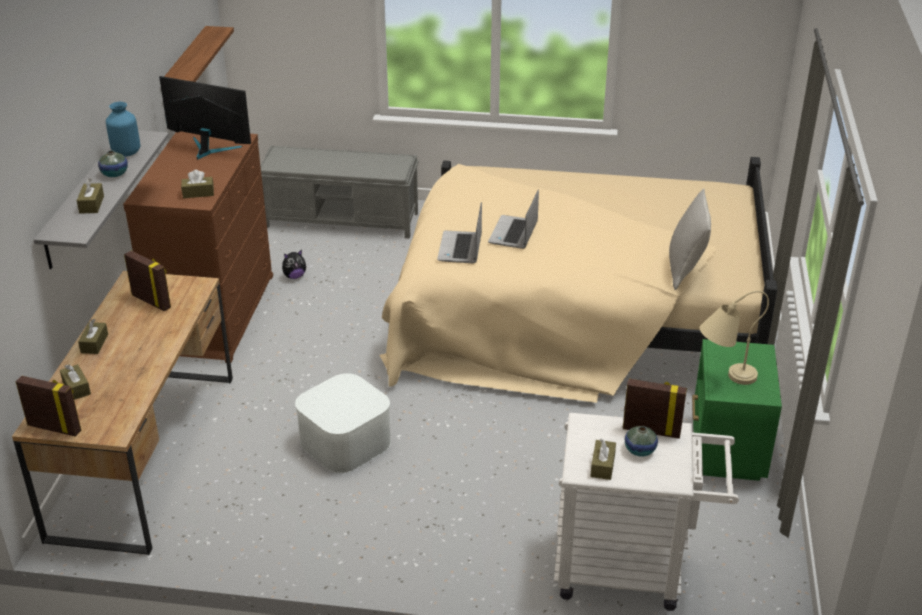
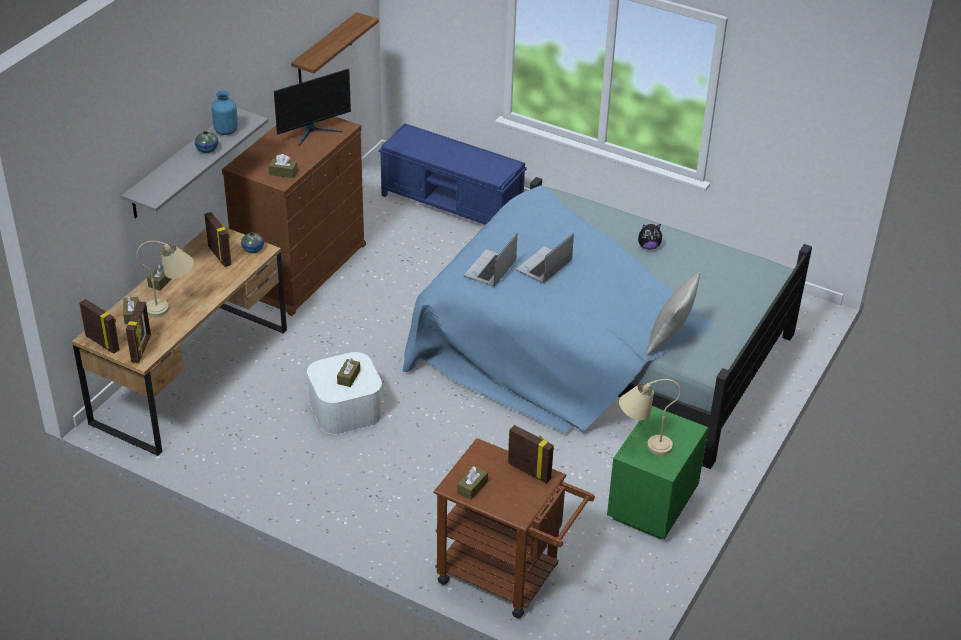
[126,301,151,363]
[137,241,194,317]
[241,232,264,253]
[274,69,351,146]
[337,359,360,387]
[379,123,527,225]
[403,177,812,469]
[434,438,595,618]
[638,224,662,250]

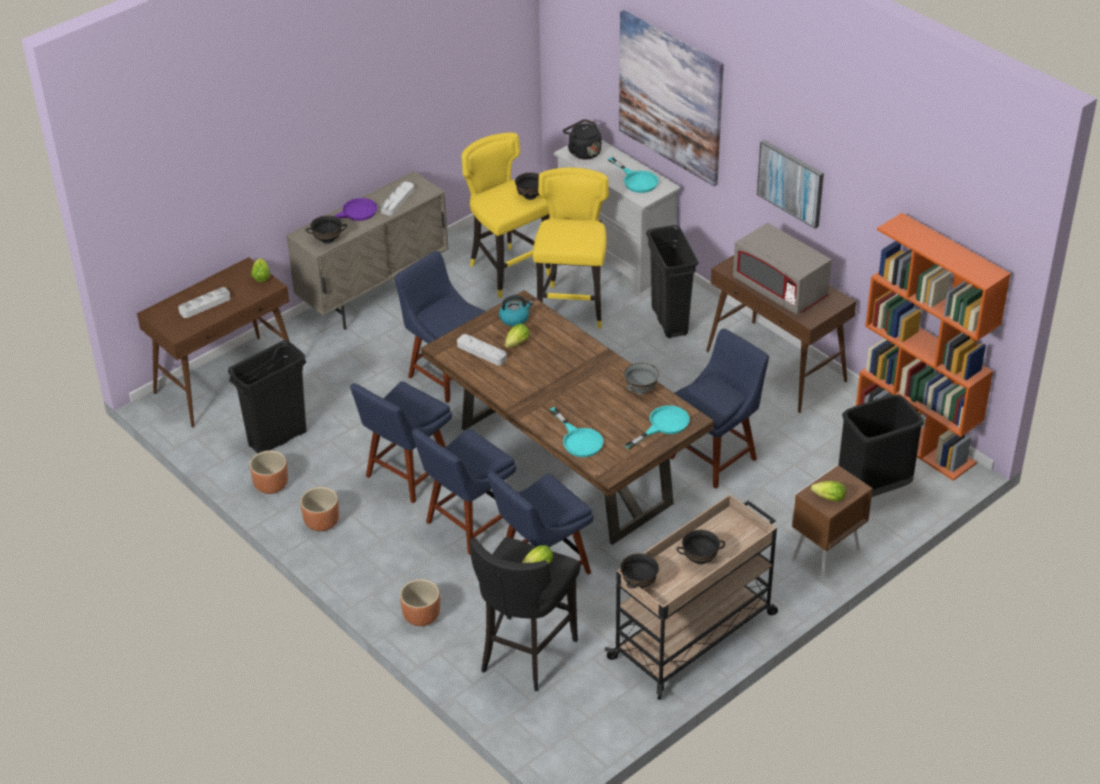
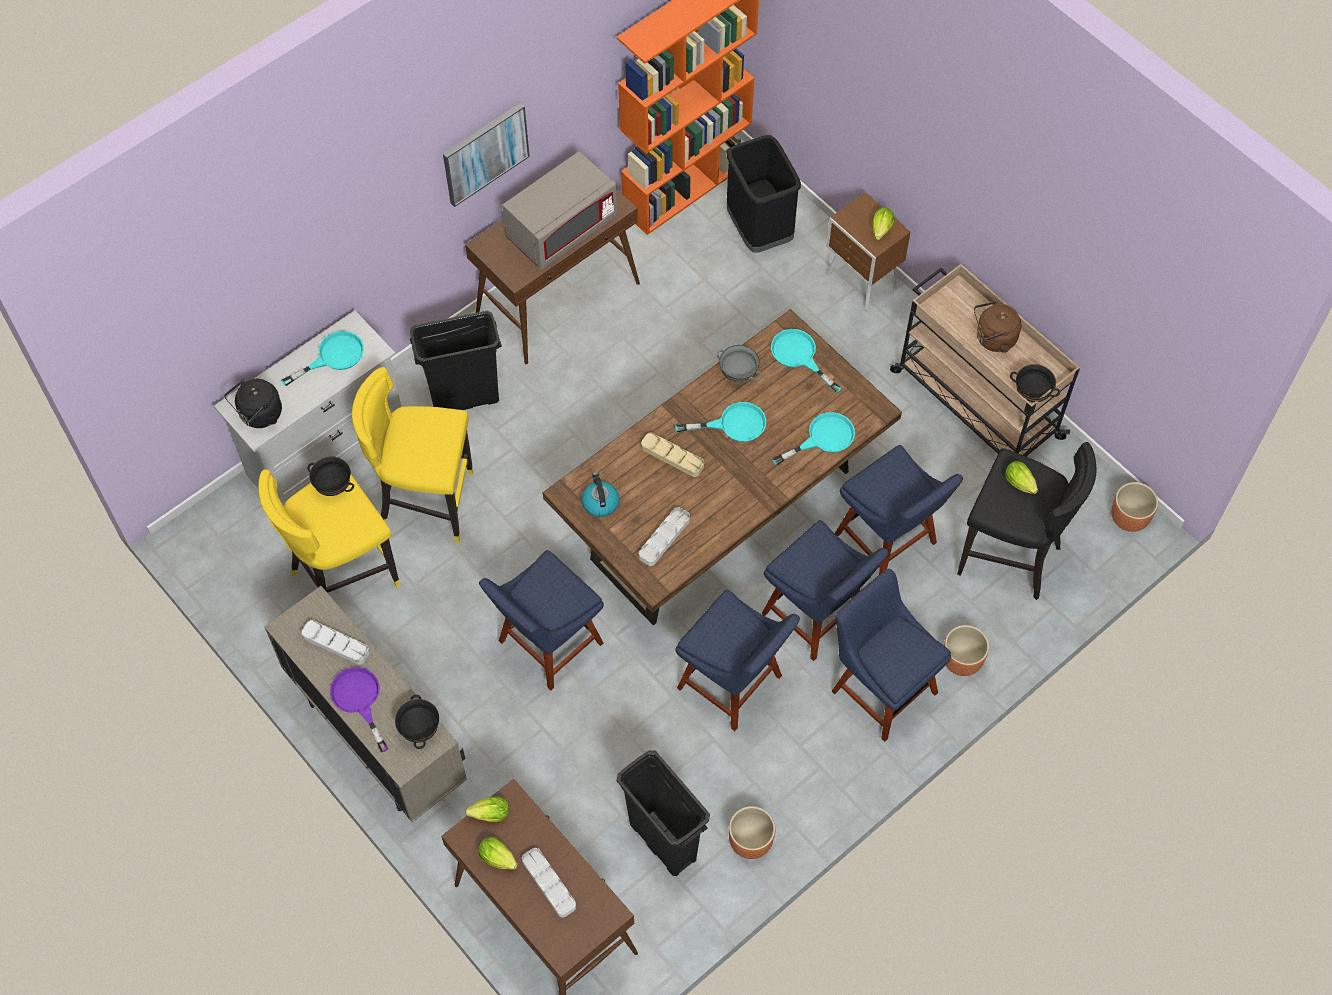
[478,837,518,870]
[641,432,704,477]
[675,402,766,442]
[831,569,951,742]
[974,301,1021,353]
[1111,482,1158,532]
[619,10,724,187] (first image)

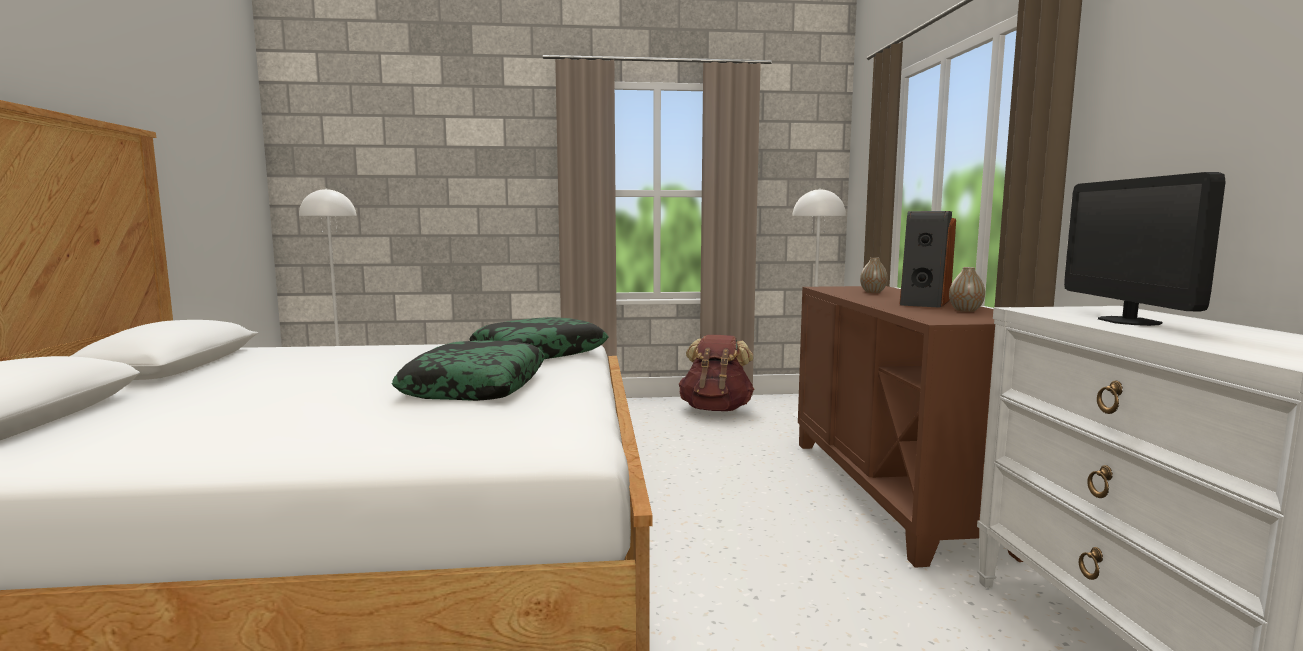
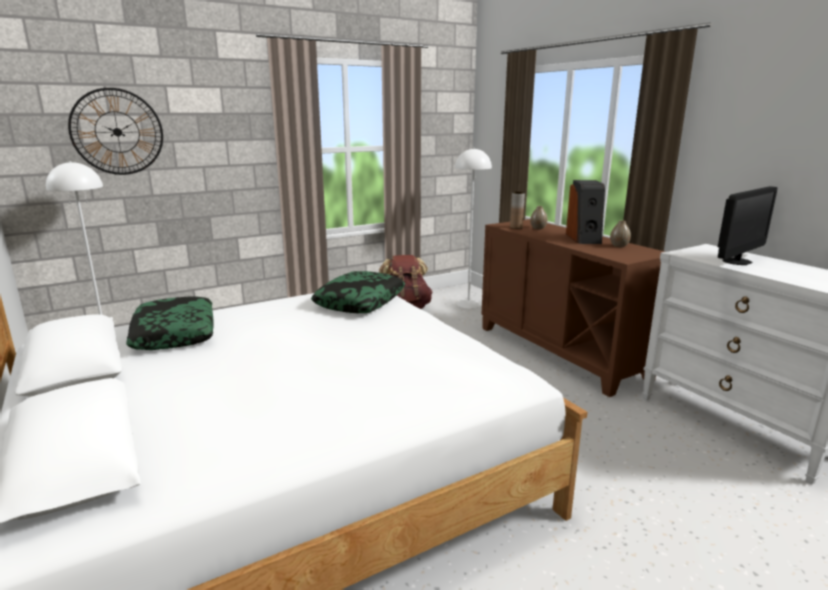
[68,88,163,175]
[126,296,214,350]
[510,192,525,229]
[718,186,777,265]

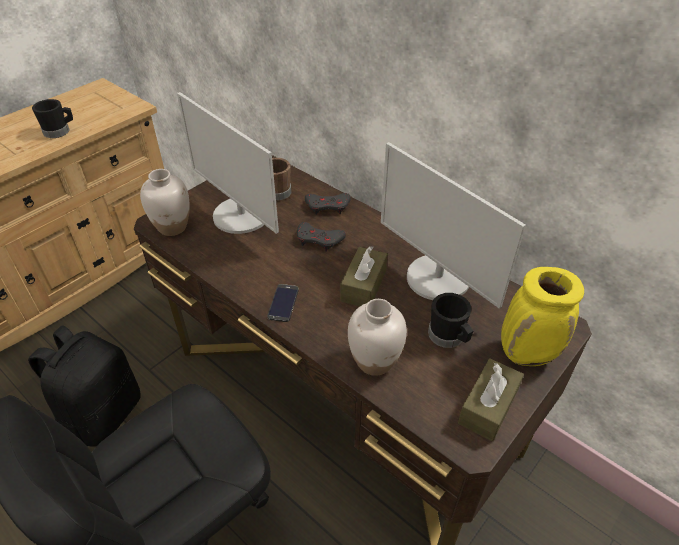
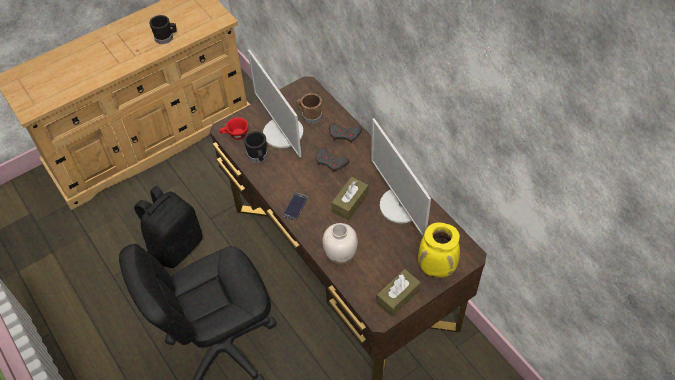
[220,117,248,140]
[244,131,268,163]

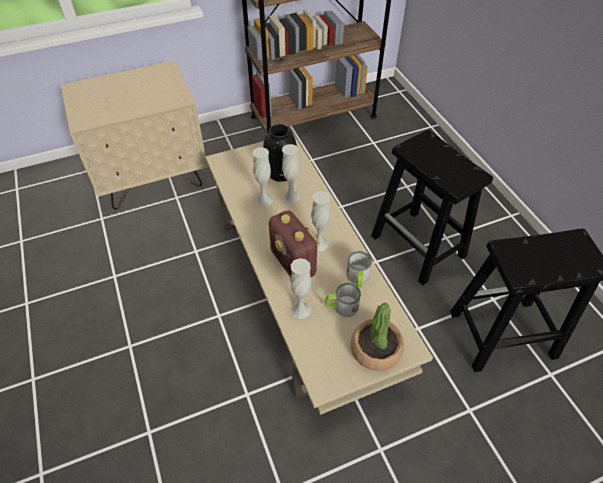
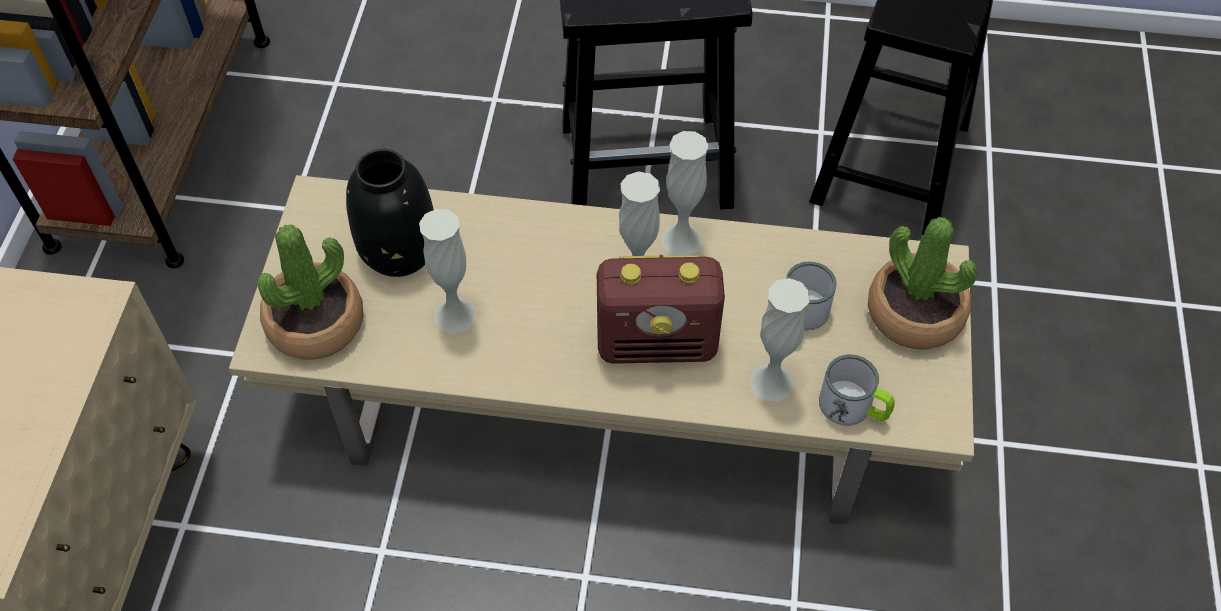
[258,225,363,359]
[662,131,709,256]
[819,354,895,426]

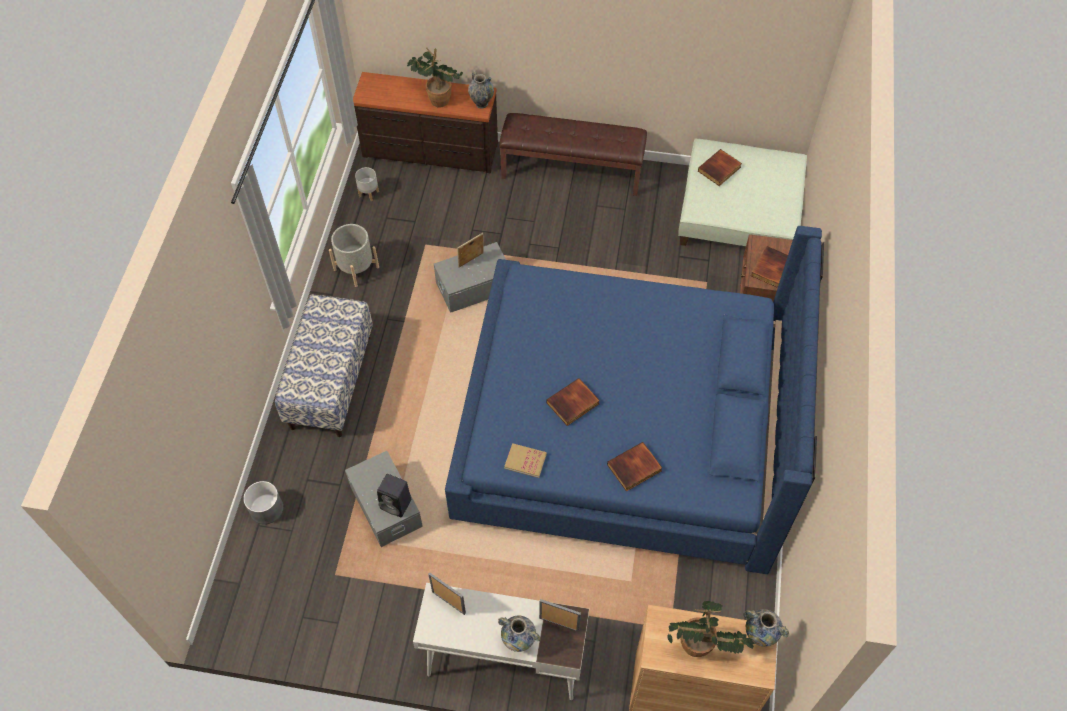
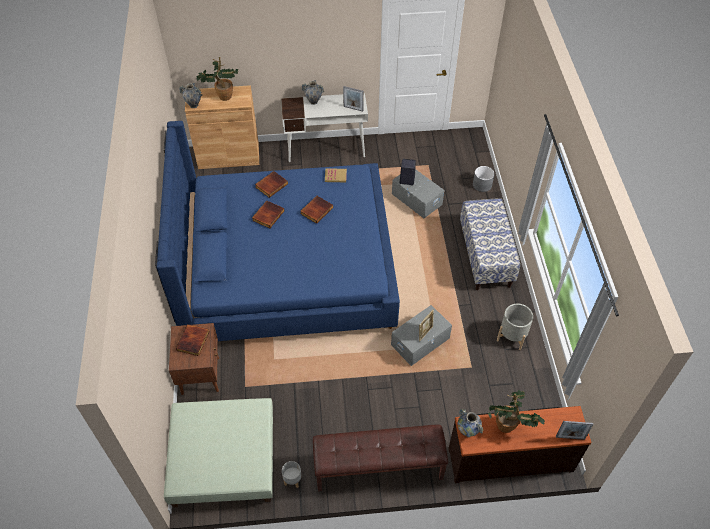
[252,201,284,228]
[282,461,302,488]
[556,421,593,440]

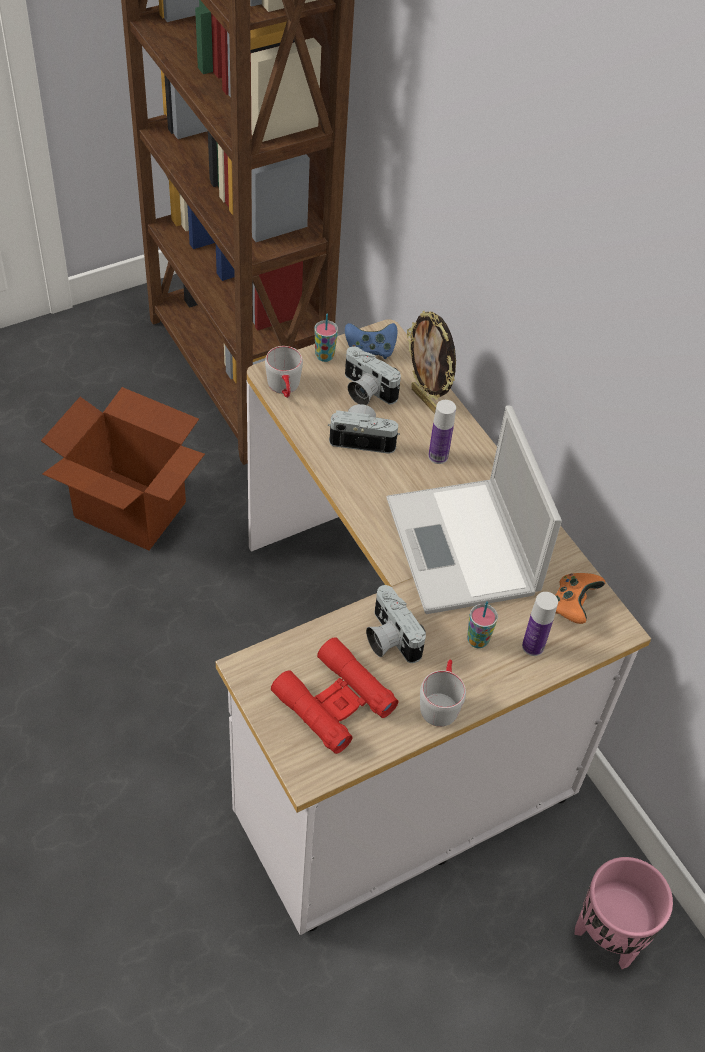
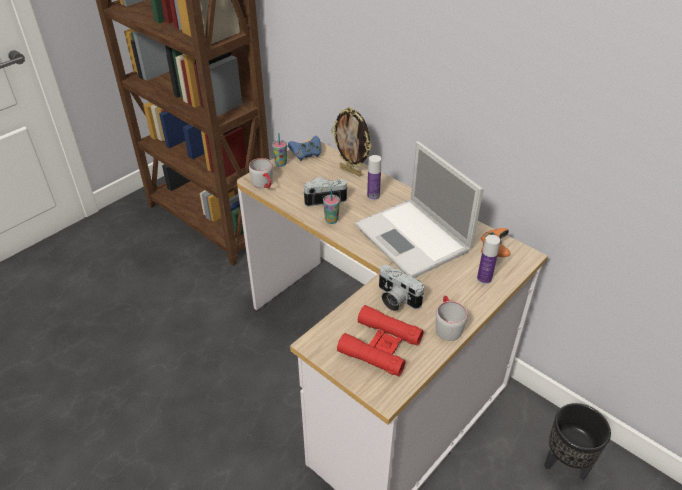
[323,188,340,224]
[544,403,611,480]
[41,387,205,550] (first image)
[345,346,401,405] (first image)

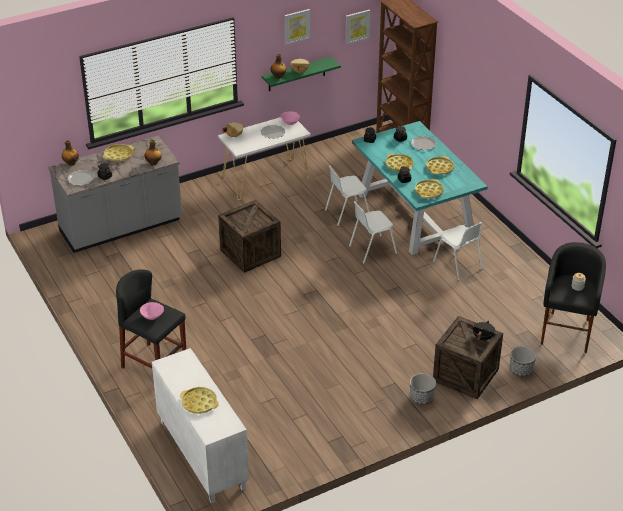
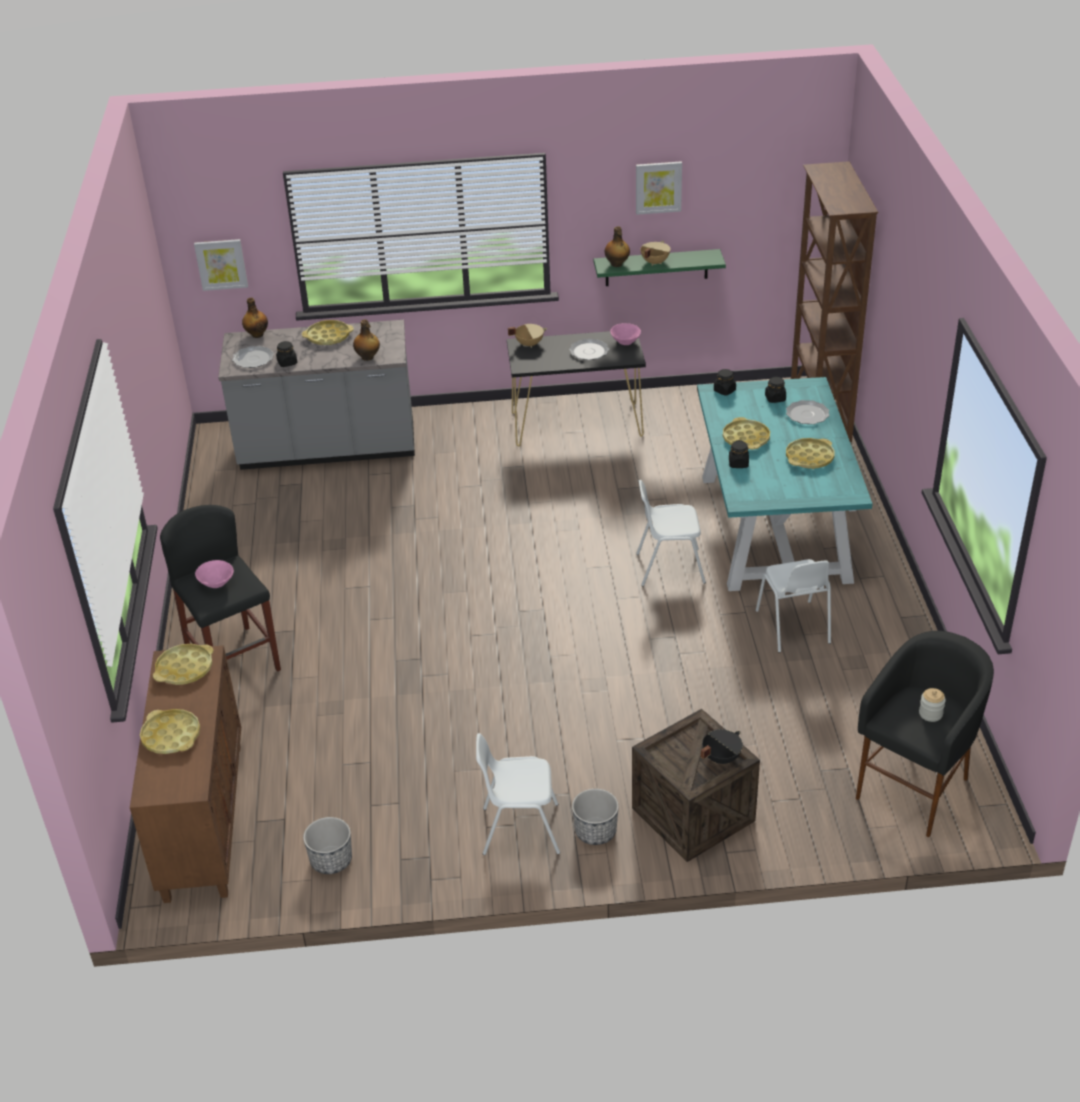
[130,645,241,903]
[153,644,214,685]
[194,239,248,291]
[303,817,352,874]
[476,733,560,855]
[507,331,646,447]
[218,200,281,273] (first image)

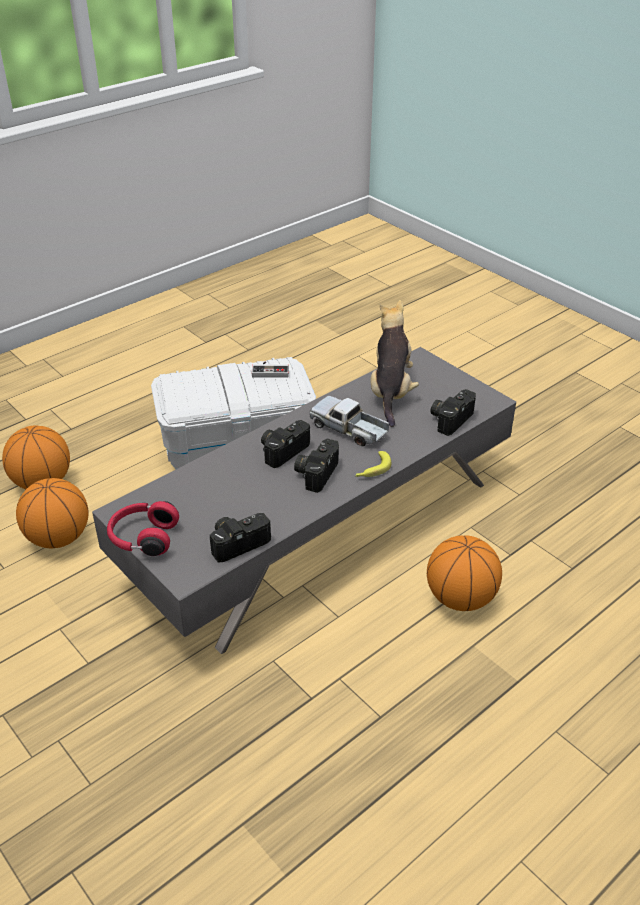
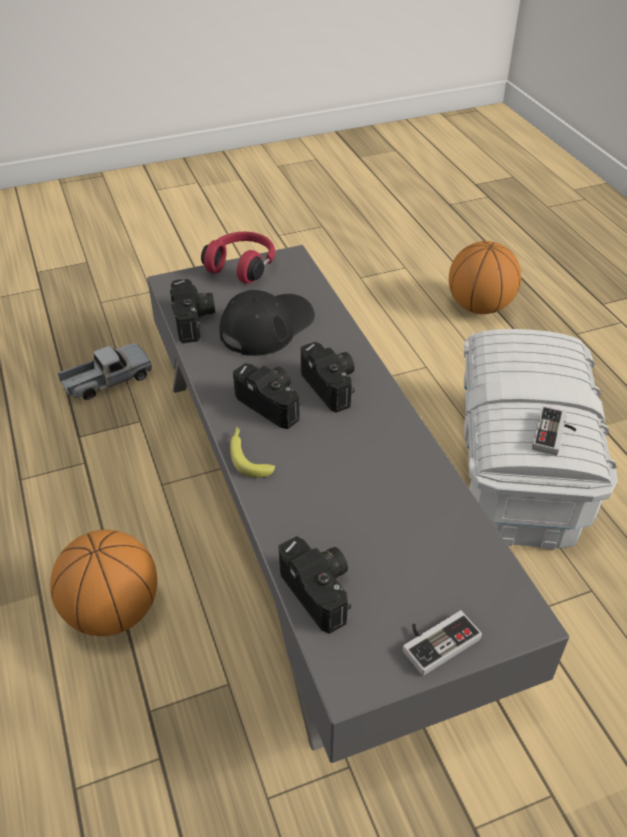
[58,343,152,400]
[219,290,315,356]
[403,610,482,676]
[16,478,89,548] (first image)
[370,300,419,427] (first image)

